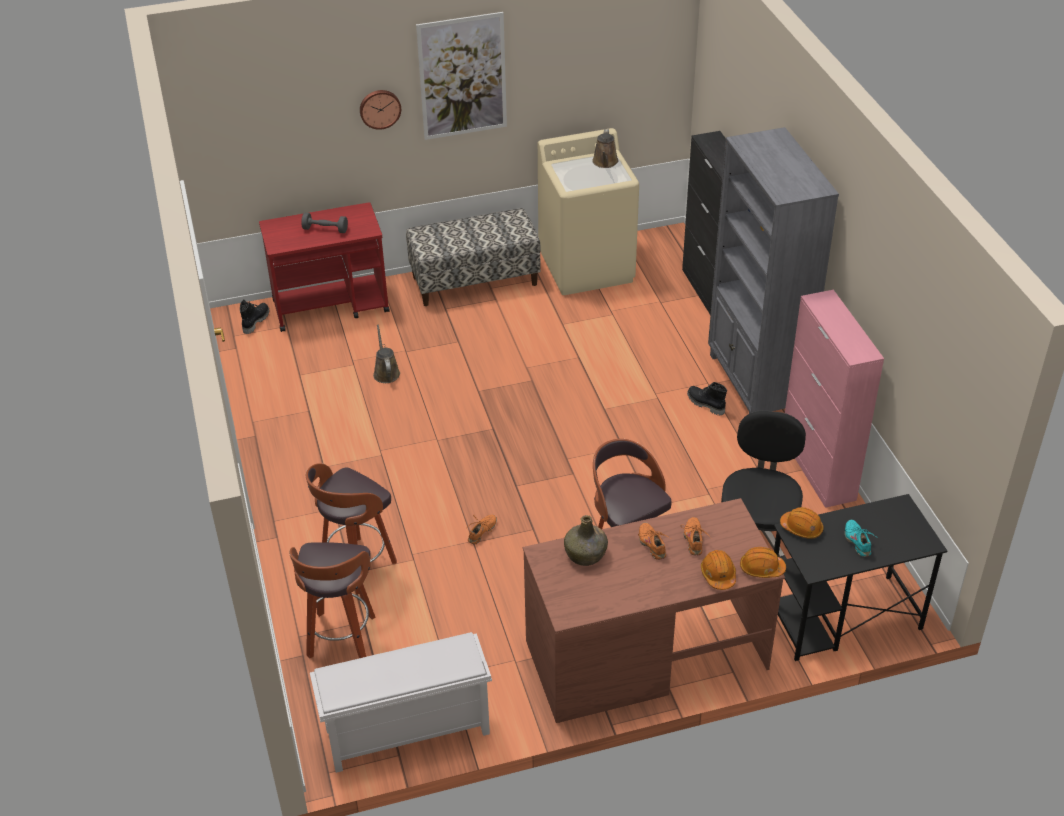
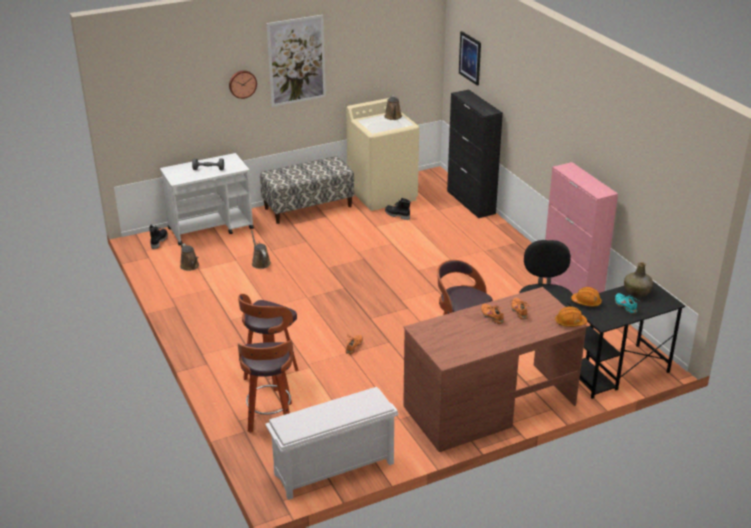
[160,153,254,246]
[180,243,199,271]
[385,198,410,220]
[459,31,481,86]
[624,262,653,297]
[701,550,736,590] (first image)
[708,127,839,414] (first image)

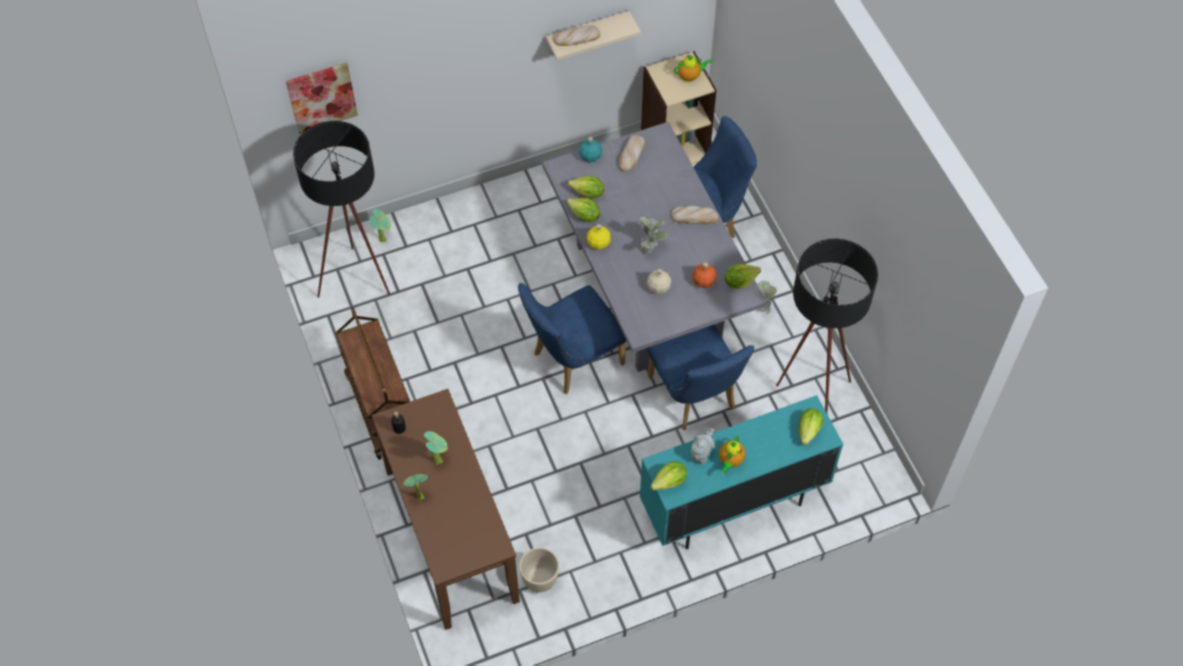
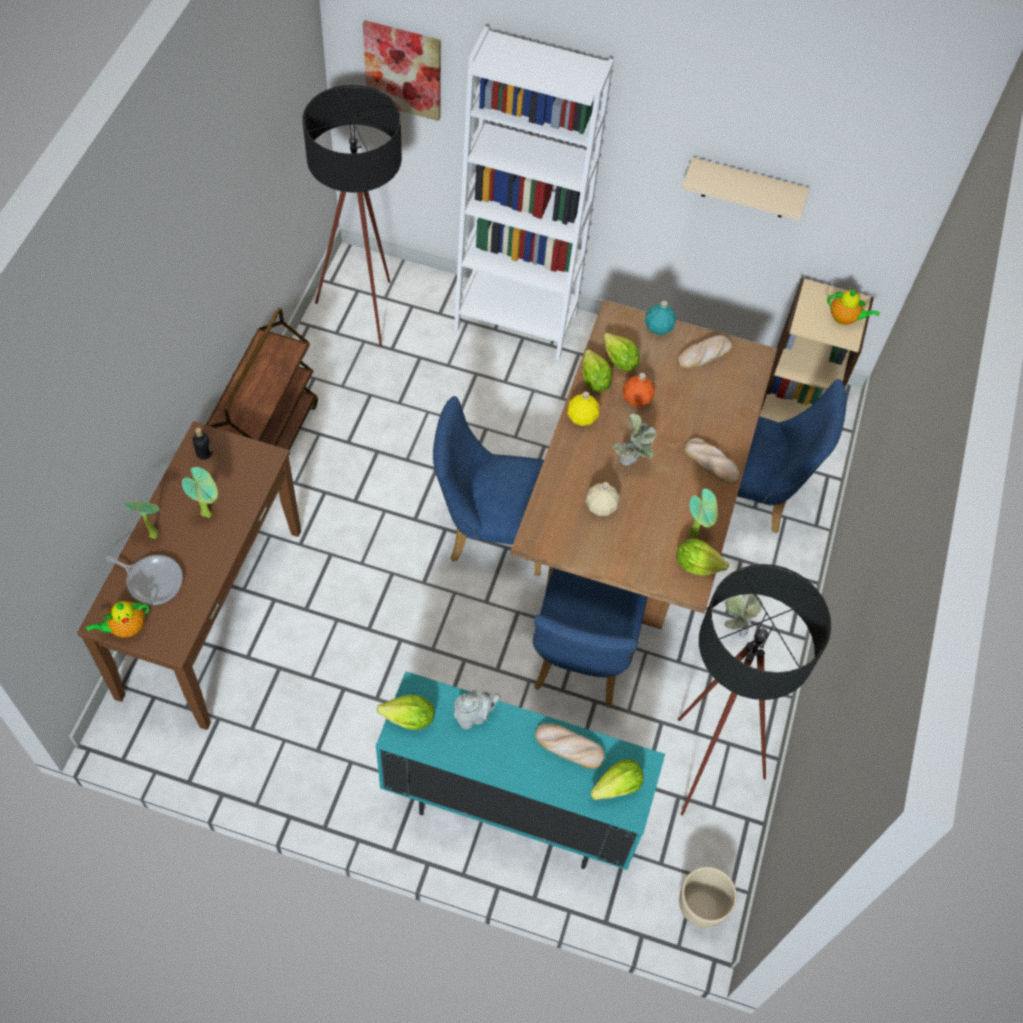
[86,601,150,638]
[105,555,183,605]
[454,26,614,360]
[511,300,777,629]
[535,724,605,769]
[623,373,655,407]
[679,867,737,928]
[689,488,718,539]

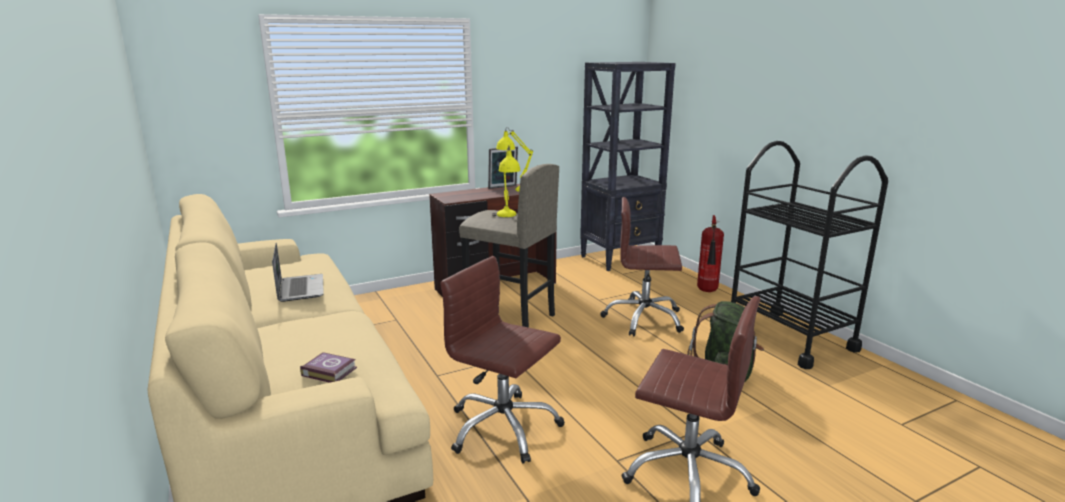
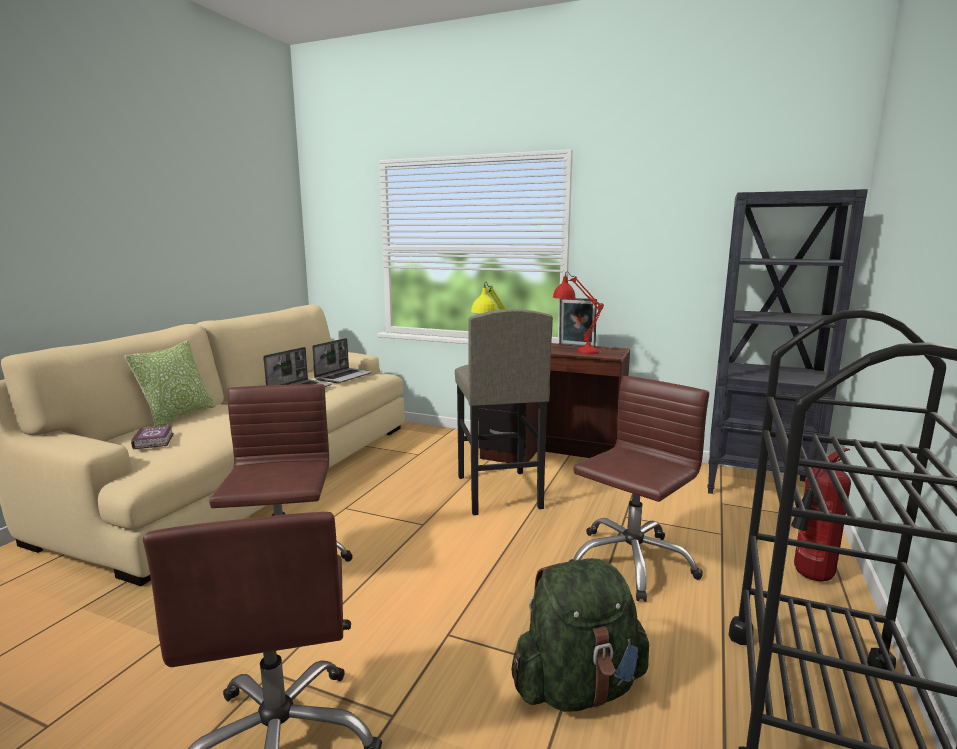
[125,341,216,428]
[312,338,372,383]
[553,271,604,354]
[569,375,709,602]

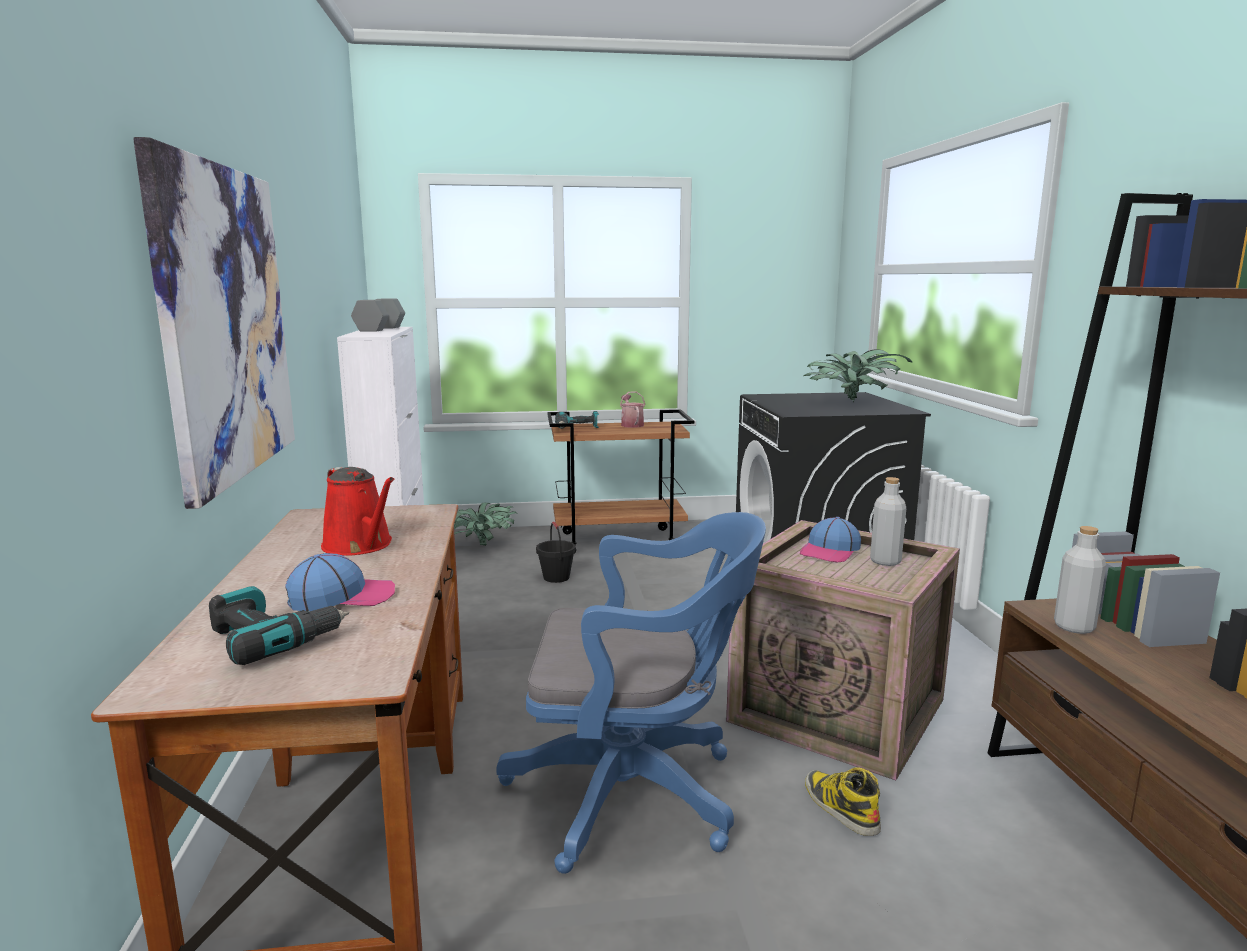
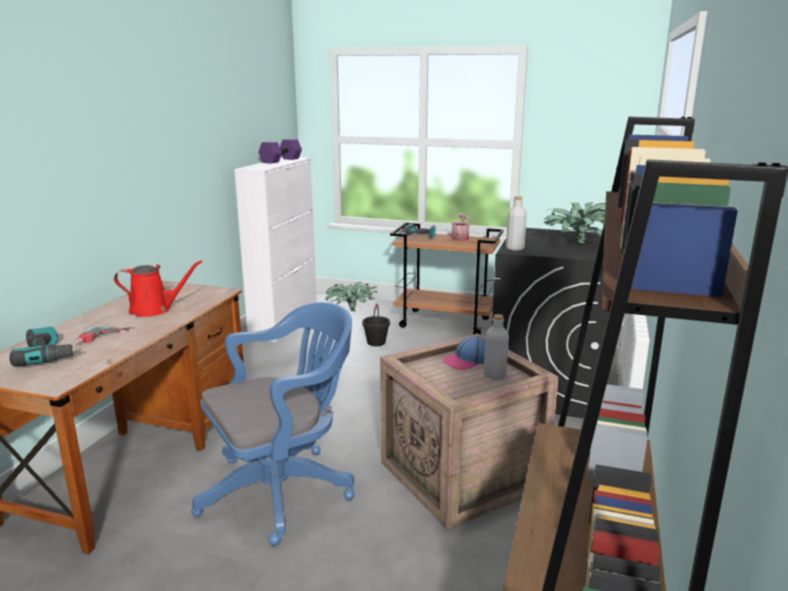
[75,326,134,345]
[114,260,202,317]
[191,302,354,546]
[258,139,302,164]
[506,196,527,251]
[133,137,295,509] (first image)
[805,767,881,836] (first image)

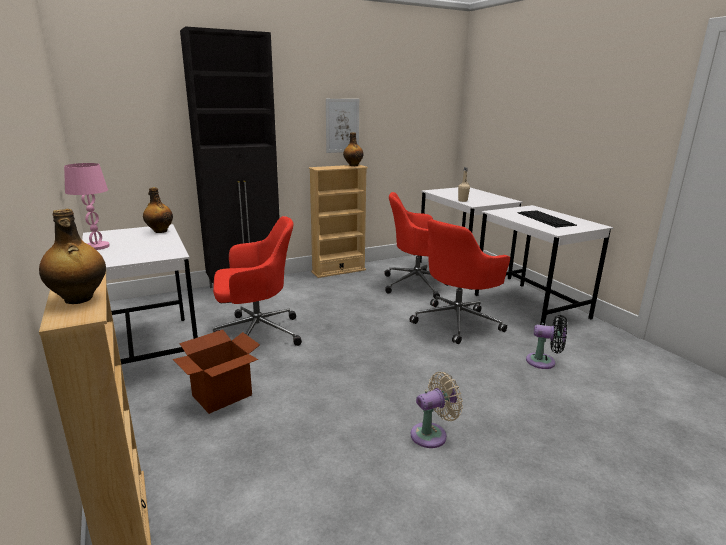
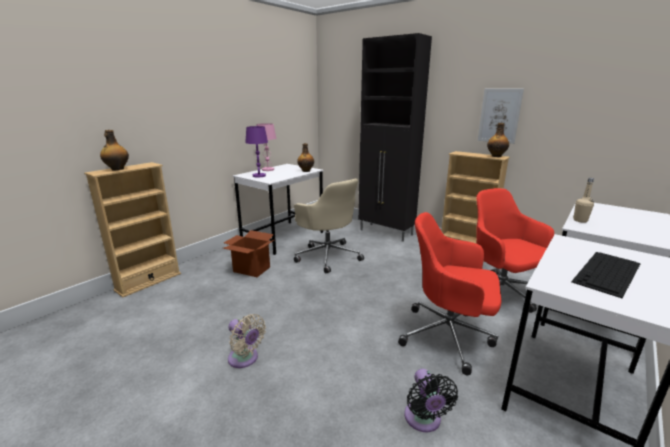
[245,126,268,178]
[294,179,364,273]

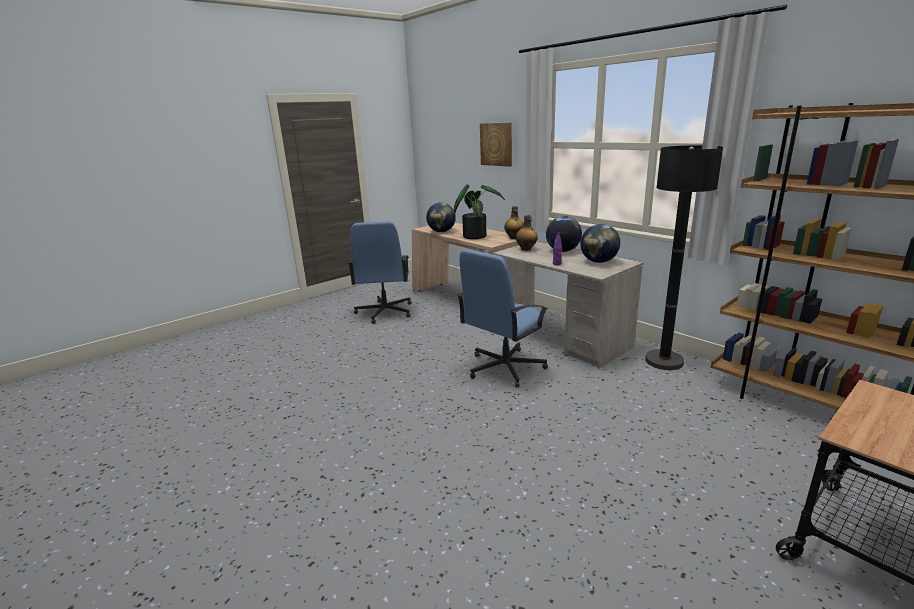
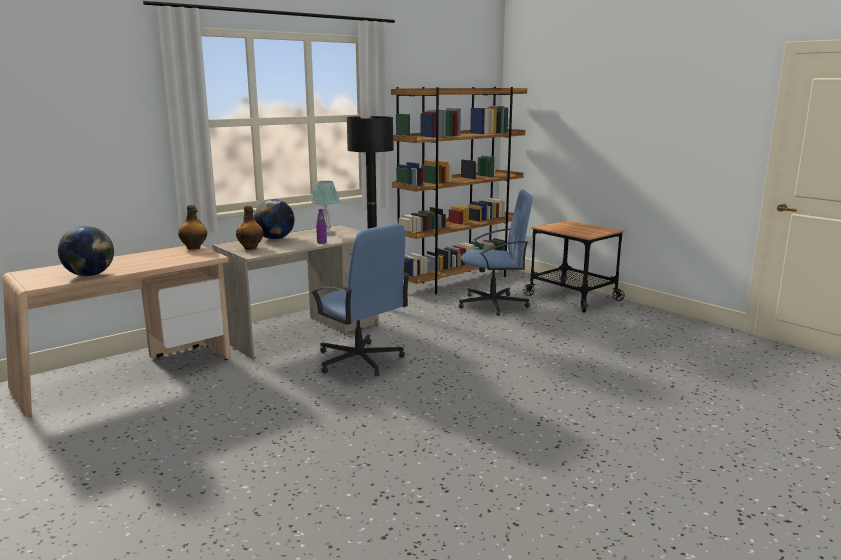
[312,181,340,235]
[459,189,533,316]
[454,184,505,239] (first image)
[480,123,512,167] (first image)

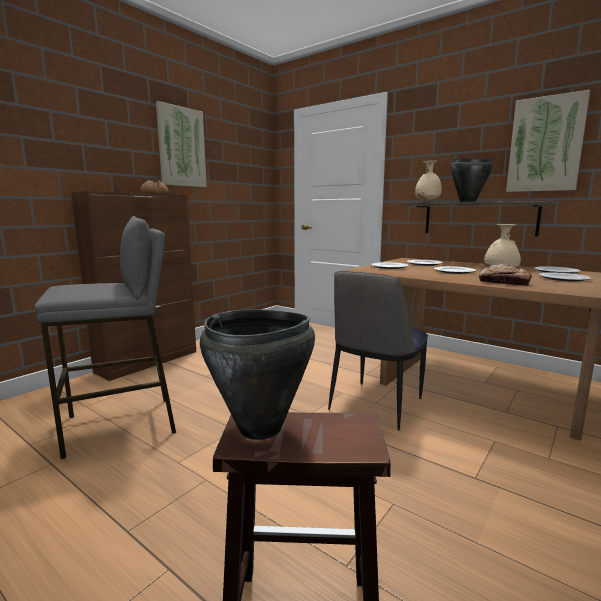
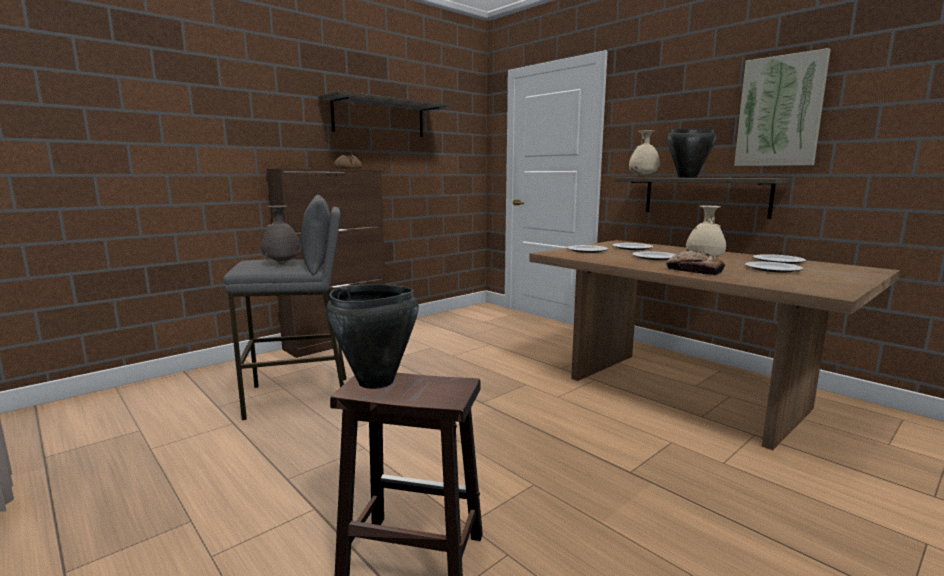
[261,205,301,264]
[318,91,453,137]
[328,271,428,431] (first image)

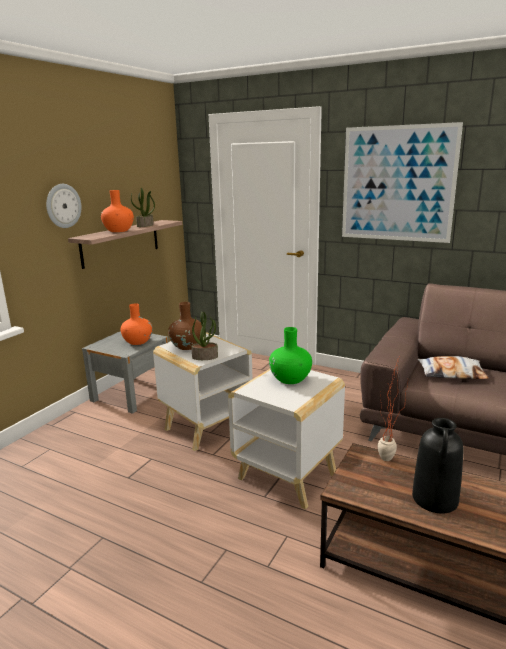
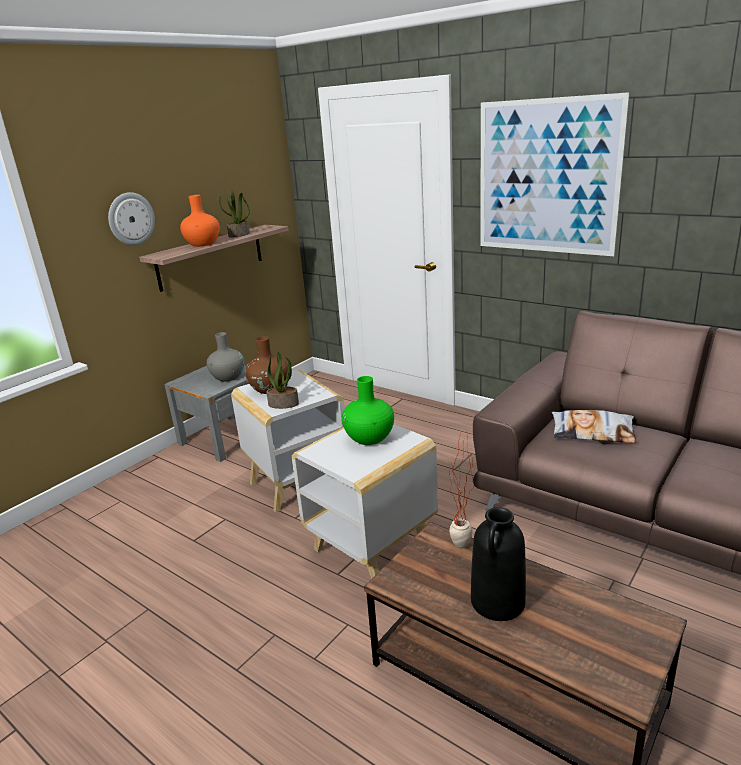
[207,332,245,382]

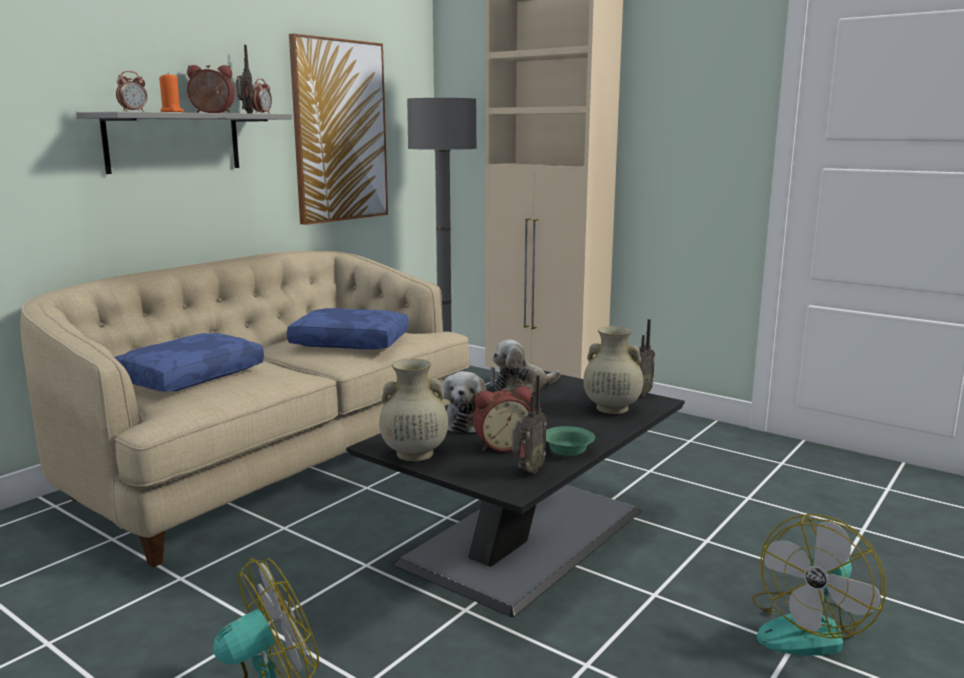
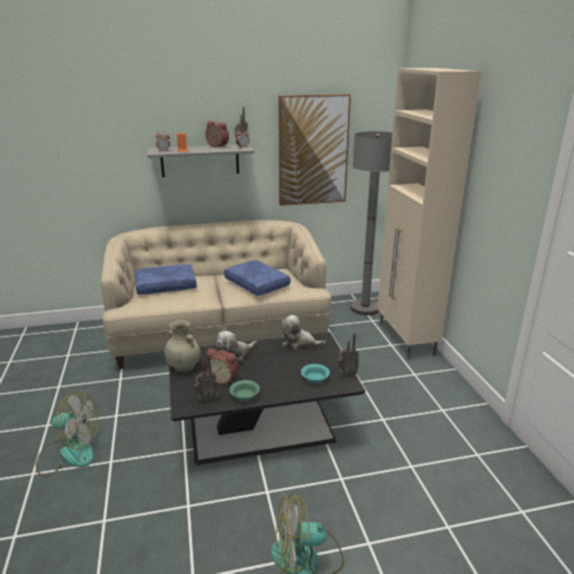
[301,364,330,384]

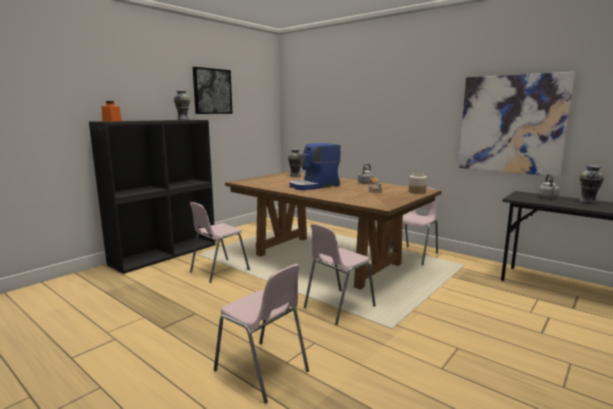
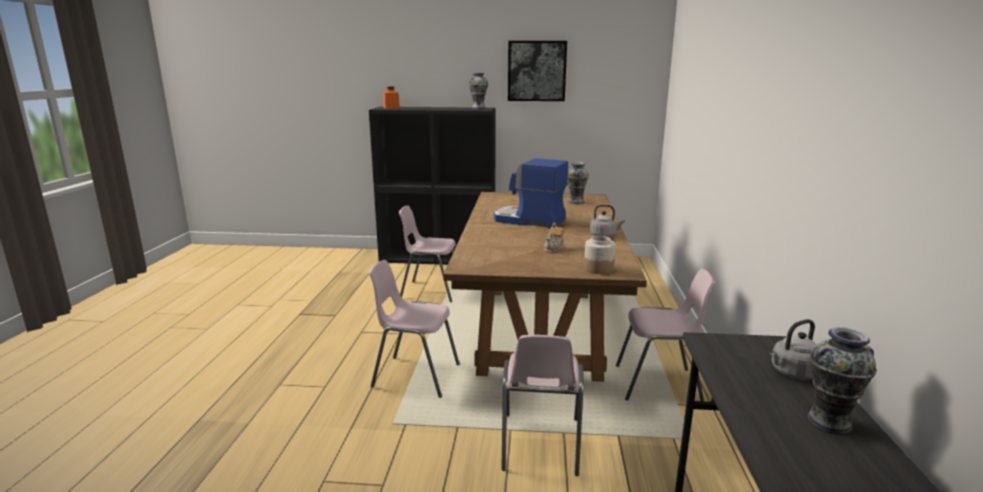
[501,335,584,476]
[458,72,575,177] (first image)

